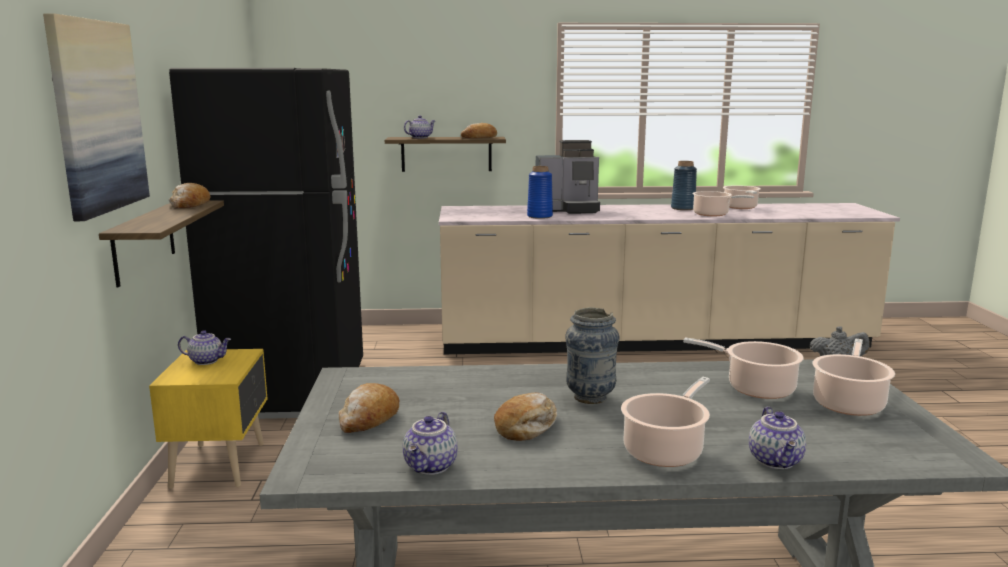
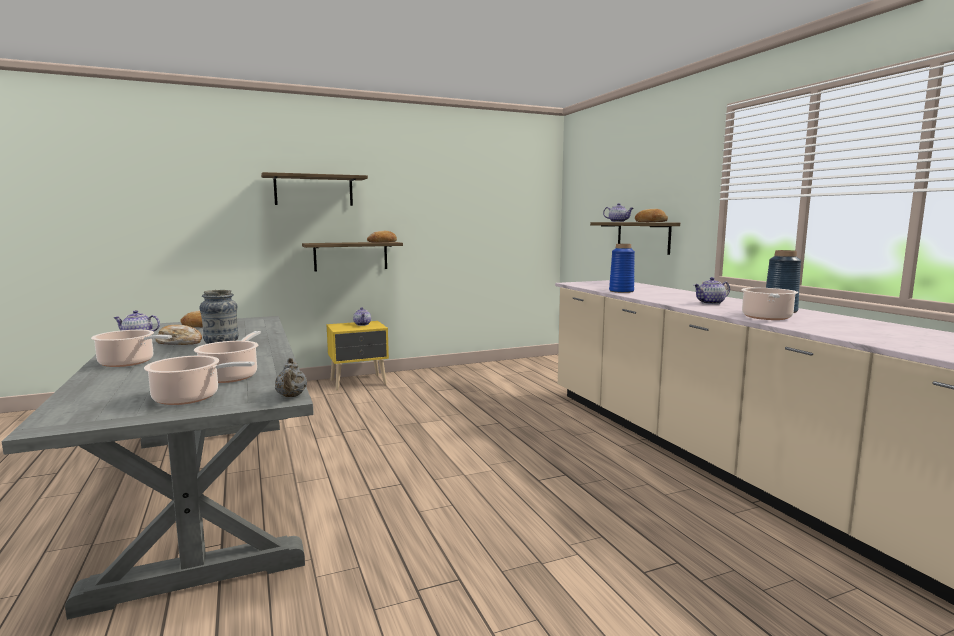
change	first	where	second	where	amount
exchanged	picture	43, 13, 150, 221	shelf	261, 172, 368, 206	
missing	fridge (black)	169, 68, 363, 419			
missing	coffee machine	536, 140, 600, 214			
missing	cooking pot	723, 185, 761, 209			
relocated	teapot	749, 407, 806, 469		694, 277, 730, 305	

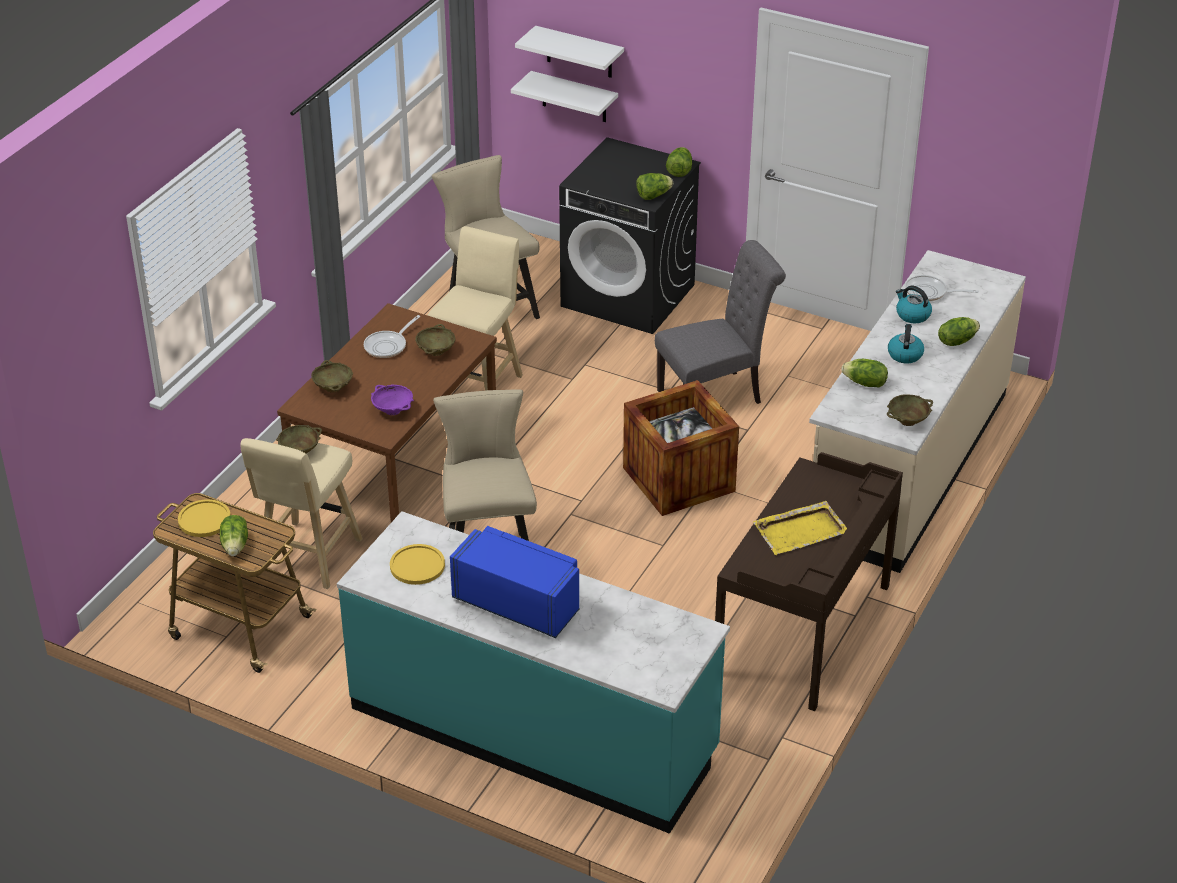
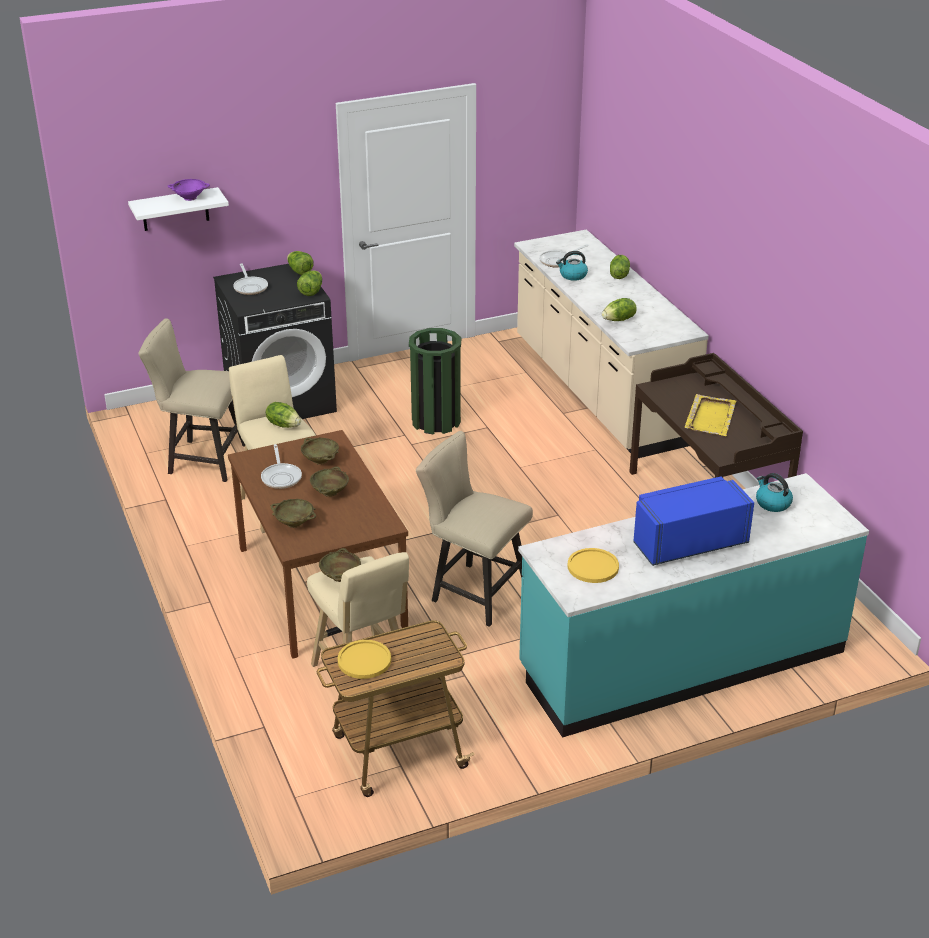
change	first	where	second	where	amount
relocated	lettuce	220, 515, 248, 556		266, 402, 301, 428	
relocated	bowl (purple)	371, 384, 414, 415		168, 179, 210, 201	
missing	shelf (white)	511, 71, 618, 122			
missing	crate	623, 380, 739, 516			
exchanged	chair (grey)	655, 240, 786, 404	trash can (green)	409, 328, 461, 434	
relocated	bowl (beige)	887, 394, 933, 426		310, 467, 349, 497	
relocated	kettle	888, 324, 924, 363		756, 473, 793, 512	
appeared			frying pan	233, 263, 268, 295	

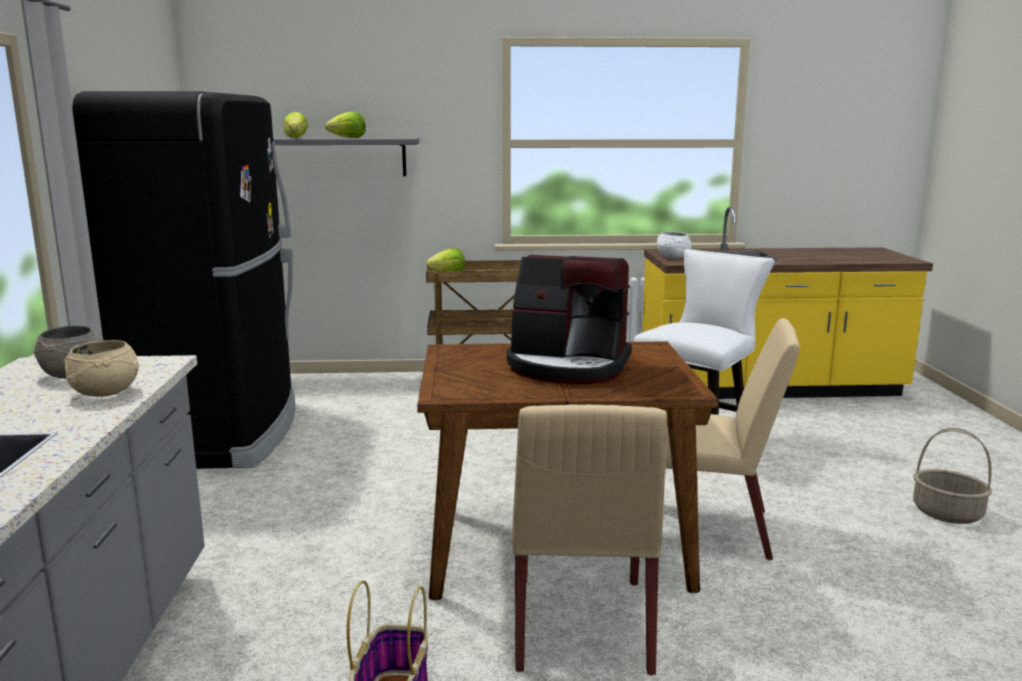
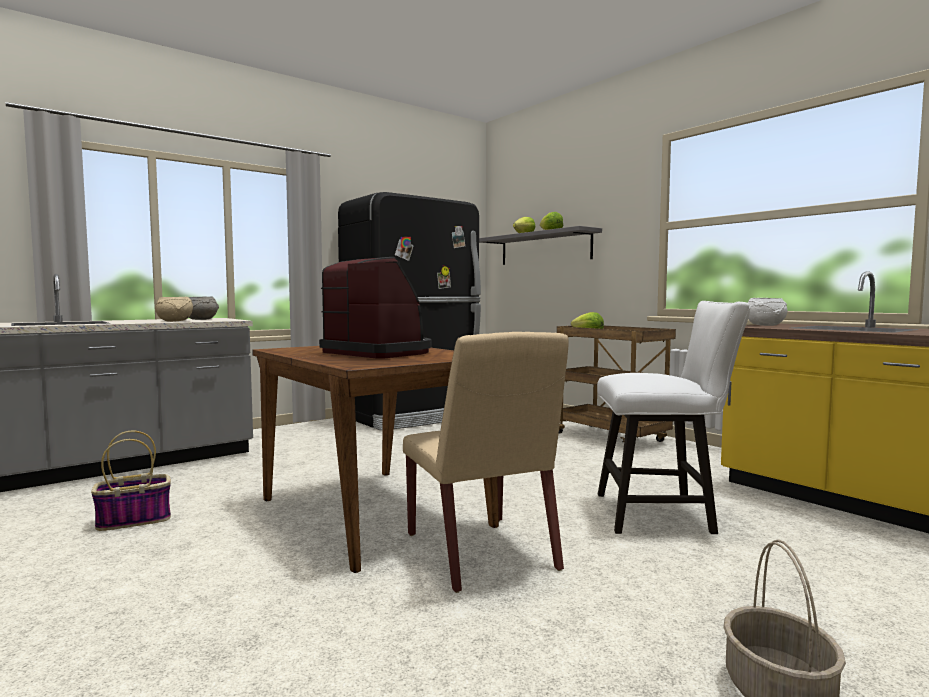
change	first	where	second	where	amount
spun	coffee machine	507, 255, 632, 384		319, 257, 431, 358	150 degrees clockwise
missing	chair (beige)	512, 405, 667, 676			

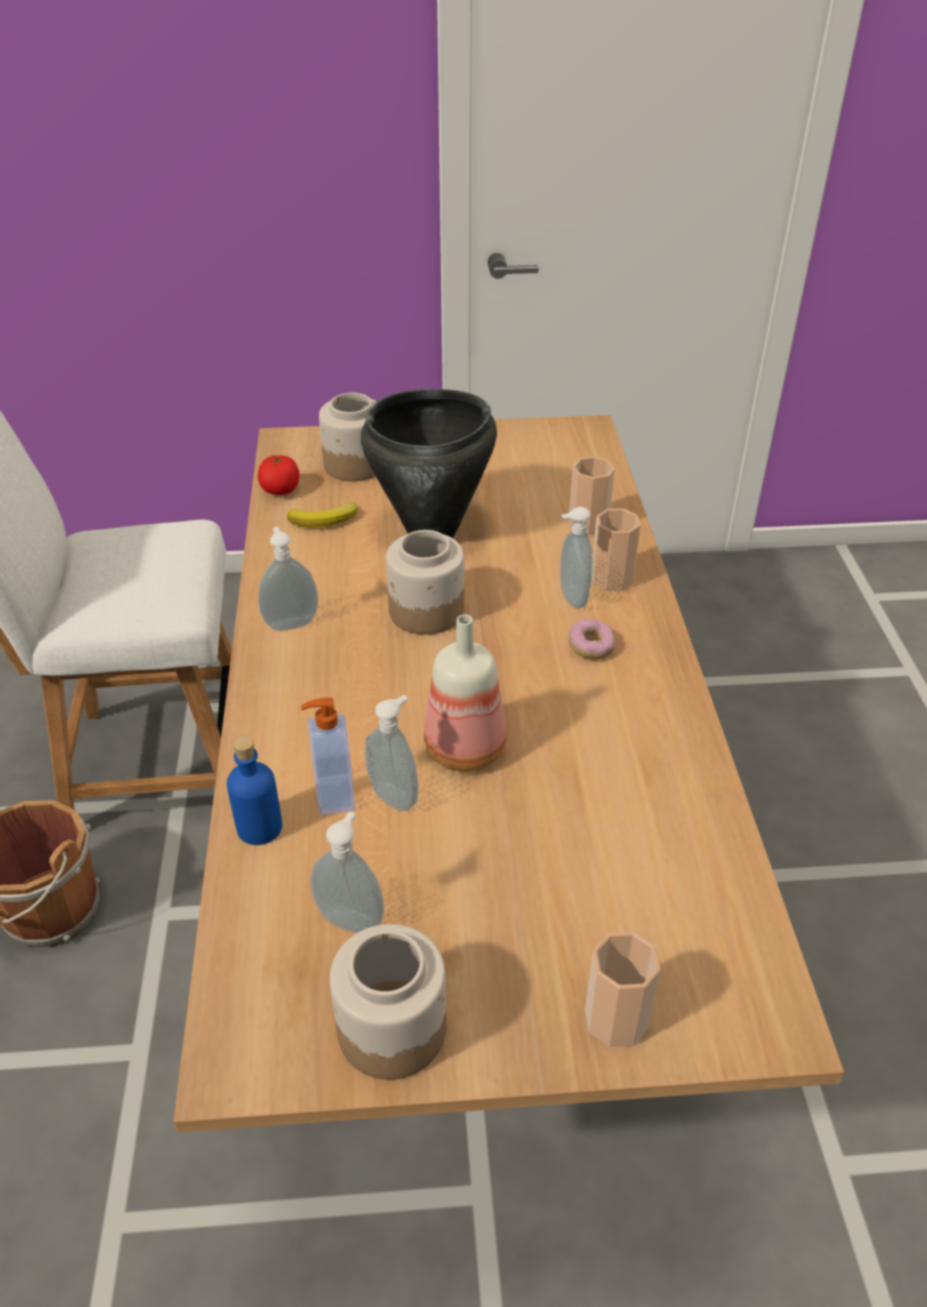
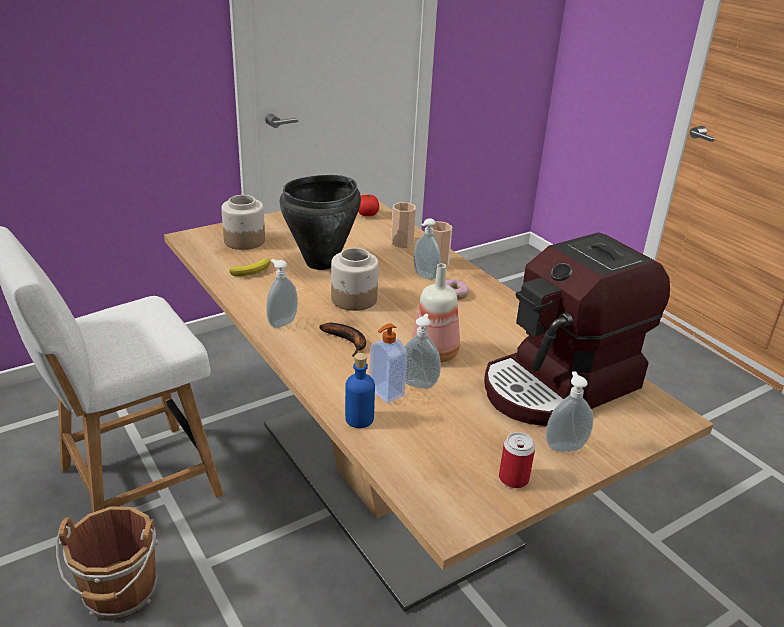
change	first	where	second	where	amount
relocated	tomato	258, 455, 300, 495		358, 194, 379, 216	
relocated	soap dispenser	310, 812, 385, 933		545, 371, 593, 452	
exchanged	jar	330, 924, 447, 1080	can	499, 432, 535, 488	
missing	cup	585, 932, 661, 1047			
appeared			banana	319, 323, 366, 357	
appeared			coffee machine	484, 232, 670, 426	

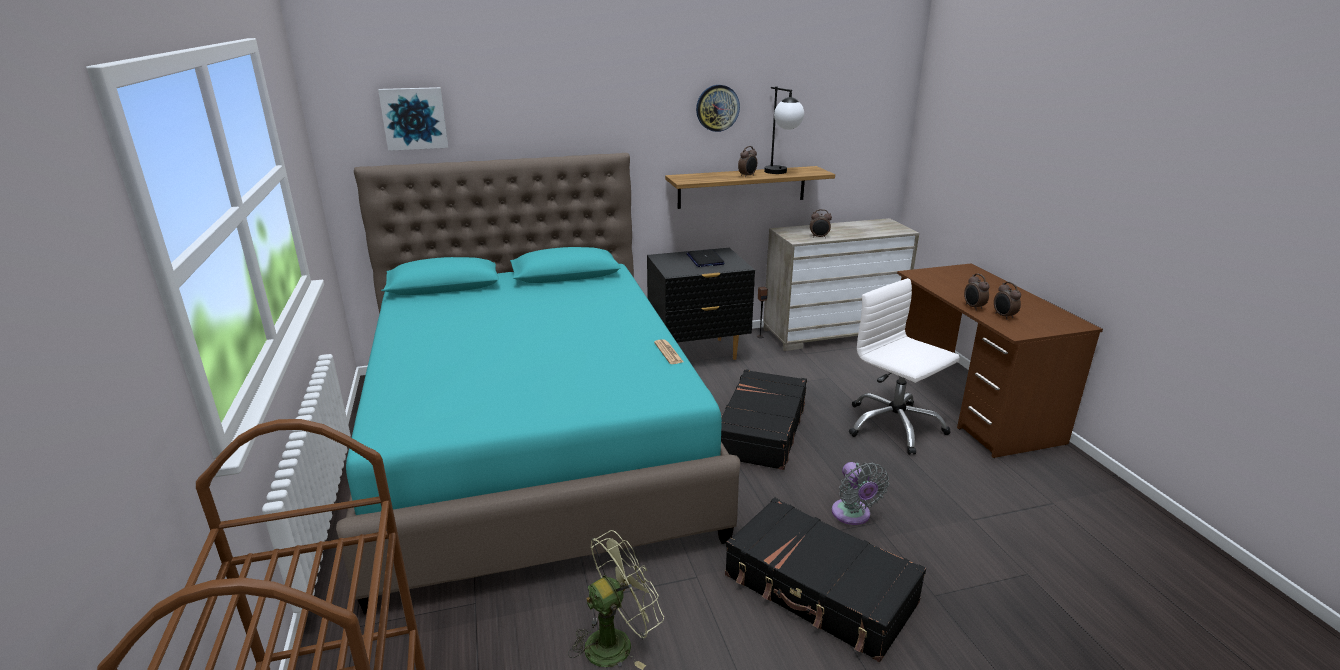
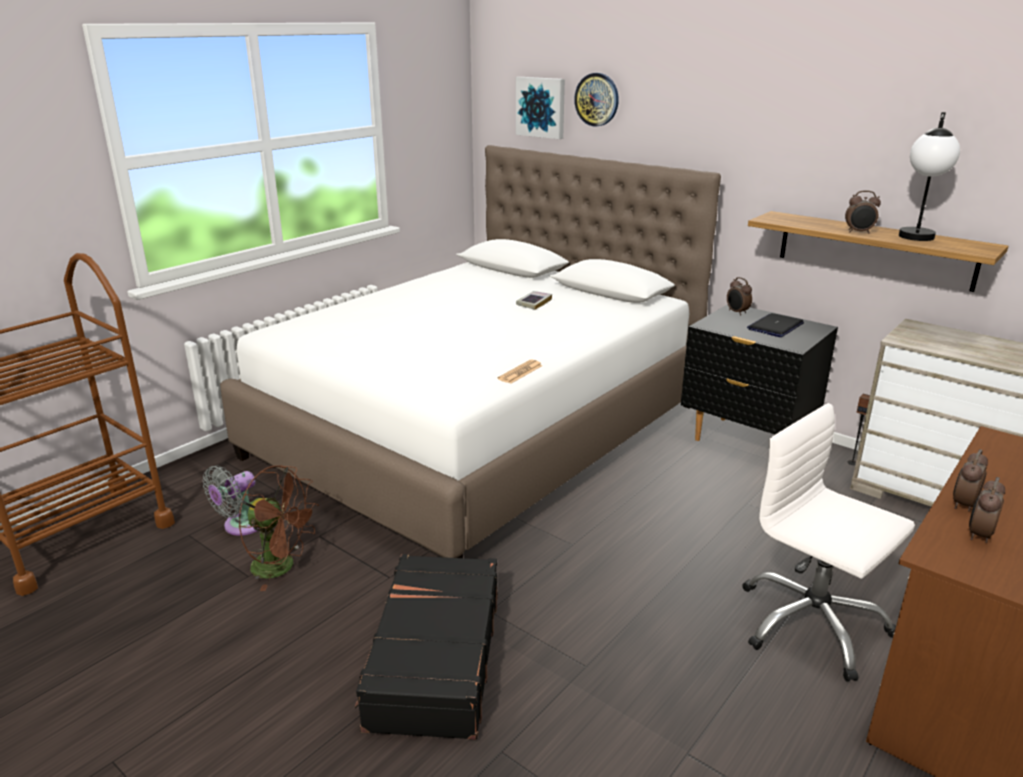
change	first	where	second	where	amount
colour	bed (turquoise)	336, 153, 740, 614	bed (white)	220, 145, 721, 558	
colour	fan (green)	568, 530, 664, 670	fan (brown)	238, 465, 319, 591	
relocated	wall clock	696, 85, 740, 132		574, 73, 619, 127	
missing	suitcase (black)	721, 369, 807, 470			
relocated	alarm clock	810, 209, 832, 238		727, 277, 752, 315	
relocated	fan (grey)	832, 462, 889, 525		203, 466, 259, 536	
spun	office chair (white)	849, 278, 960, 455		742, 403, 915, 682	60 degrees counterclockwise
appeared			book	516, 291, 552, 310	

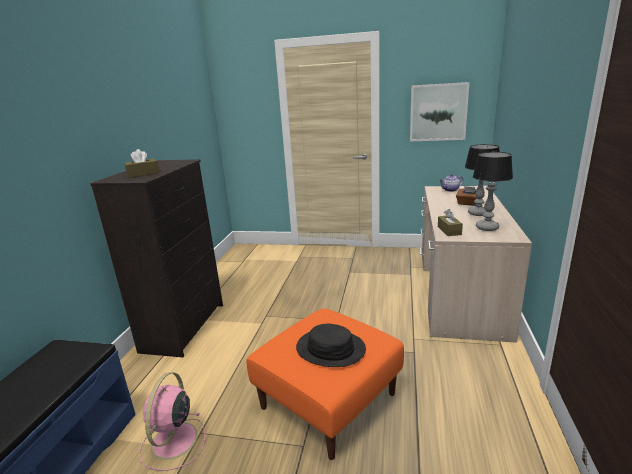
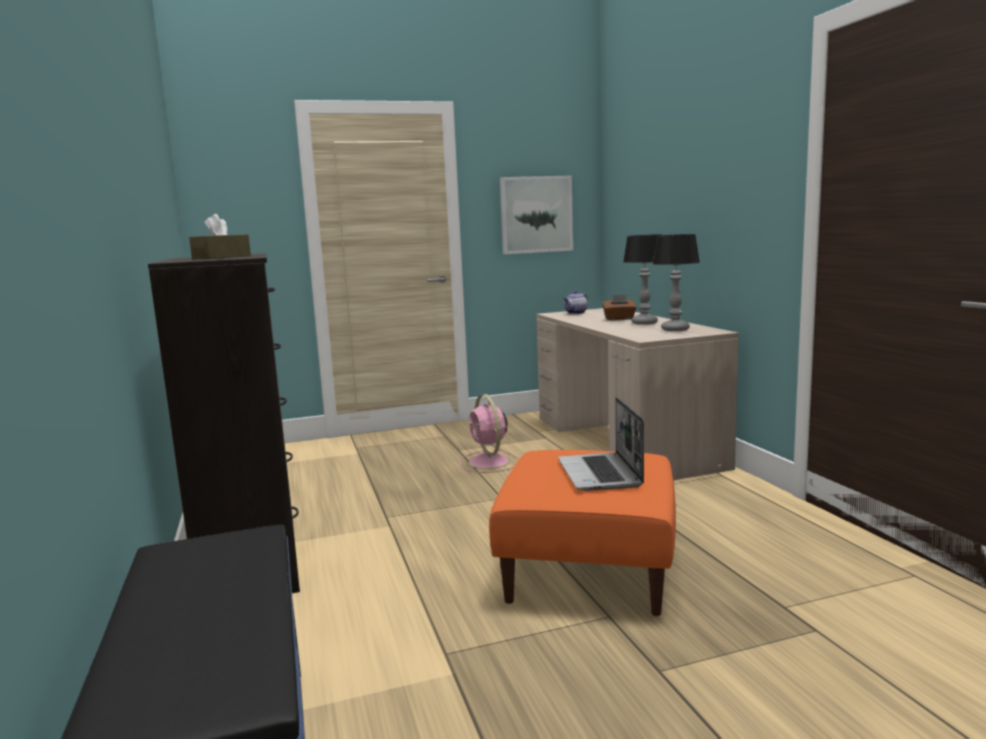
change	first	where	second	where	amount
relocated	fan (pink)	139, 372, 205, 471		460, 394, 519, 473	
exchanged	hat (black)	296, 324, 366, 367	laptop	558, 397, 644, 491	
missing	tissue box (brown)	438, 209, 463, 236			

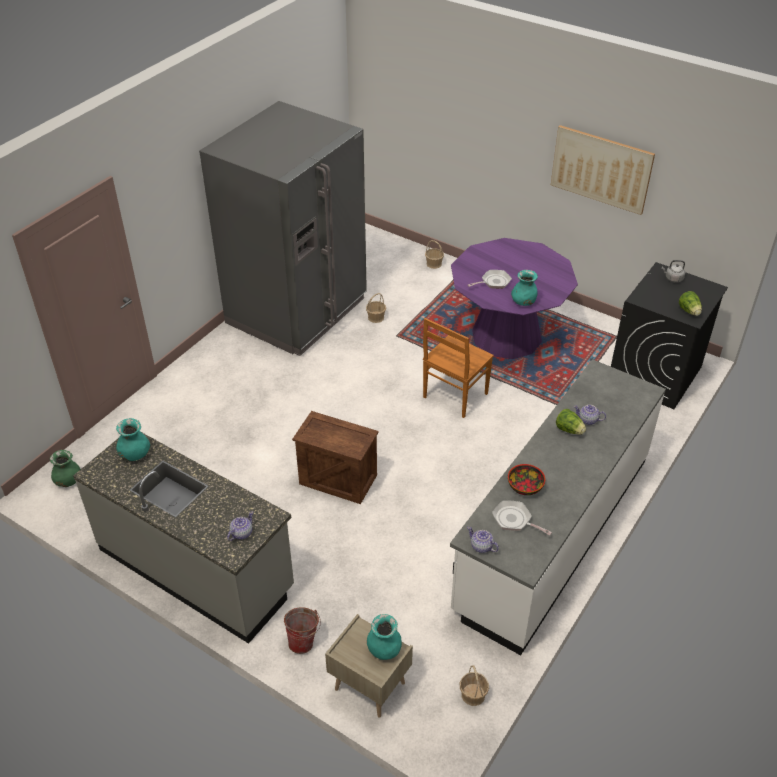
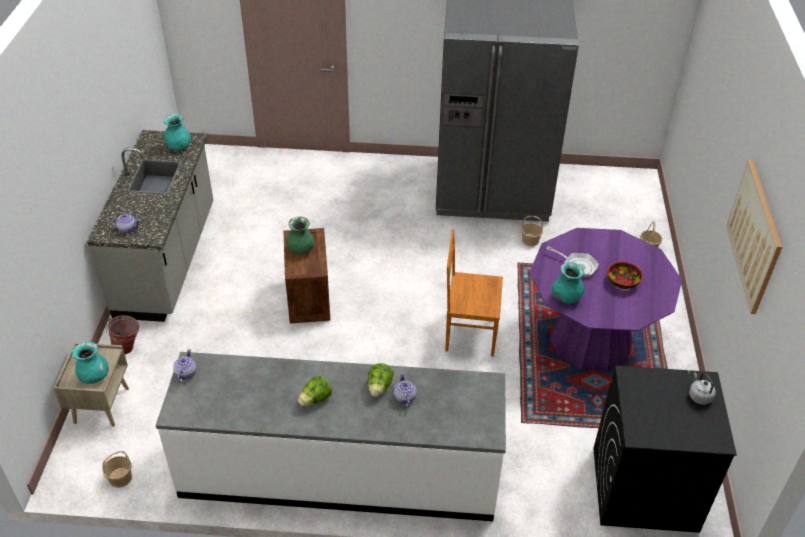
change	first	where	second	where	amount
relocated	vase (green)	50, 450, 80, 487		286, 216, 314, 255	
missing	frying pan	492, 500, 552, 535			
relocated	bowl	508, 464, 545, 495		608, 261, 643, 289	
relocated	lettuce	679, 291, 702, 316		298, 376, 332, 406	

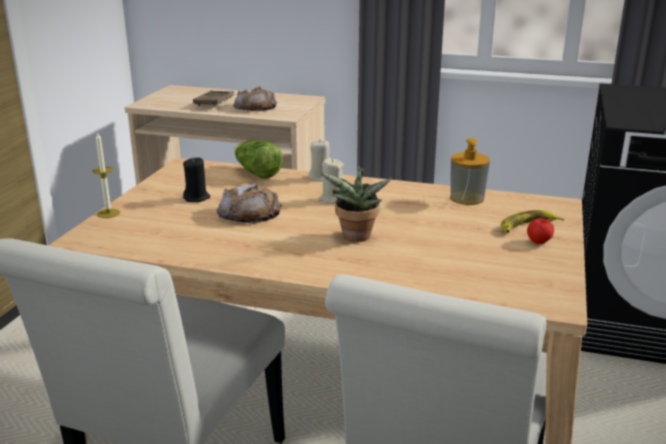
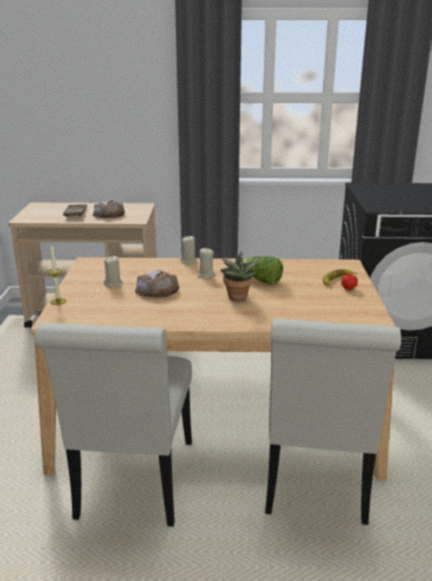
change	first	where	second	where	amount
colour	candle (black)	183, 157, 210, 202	candle (beige)	104, 256, 123, 288	
relocated	lettuce	234, 140, 283, 179		243, 256, 283, 285	
missing	soap dispenser	450, 138, 490, 205			

